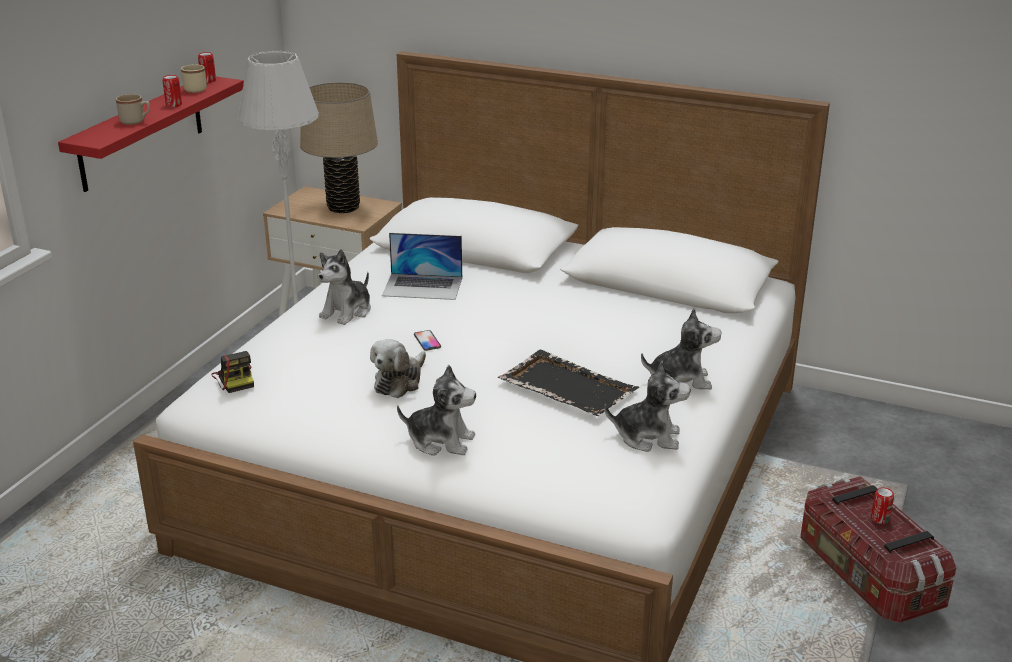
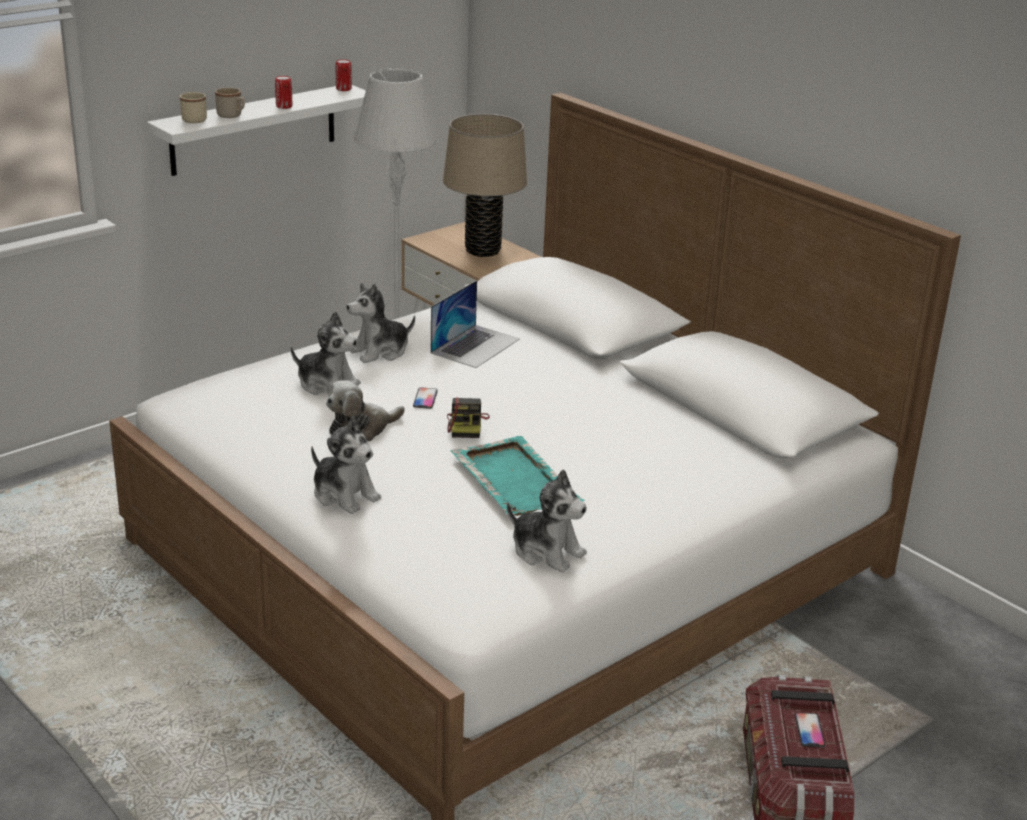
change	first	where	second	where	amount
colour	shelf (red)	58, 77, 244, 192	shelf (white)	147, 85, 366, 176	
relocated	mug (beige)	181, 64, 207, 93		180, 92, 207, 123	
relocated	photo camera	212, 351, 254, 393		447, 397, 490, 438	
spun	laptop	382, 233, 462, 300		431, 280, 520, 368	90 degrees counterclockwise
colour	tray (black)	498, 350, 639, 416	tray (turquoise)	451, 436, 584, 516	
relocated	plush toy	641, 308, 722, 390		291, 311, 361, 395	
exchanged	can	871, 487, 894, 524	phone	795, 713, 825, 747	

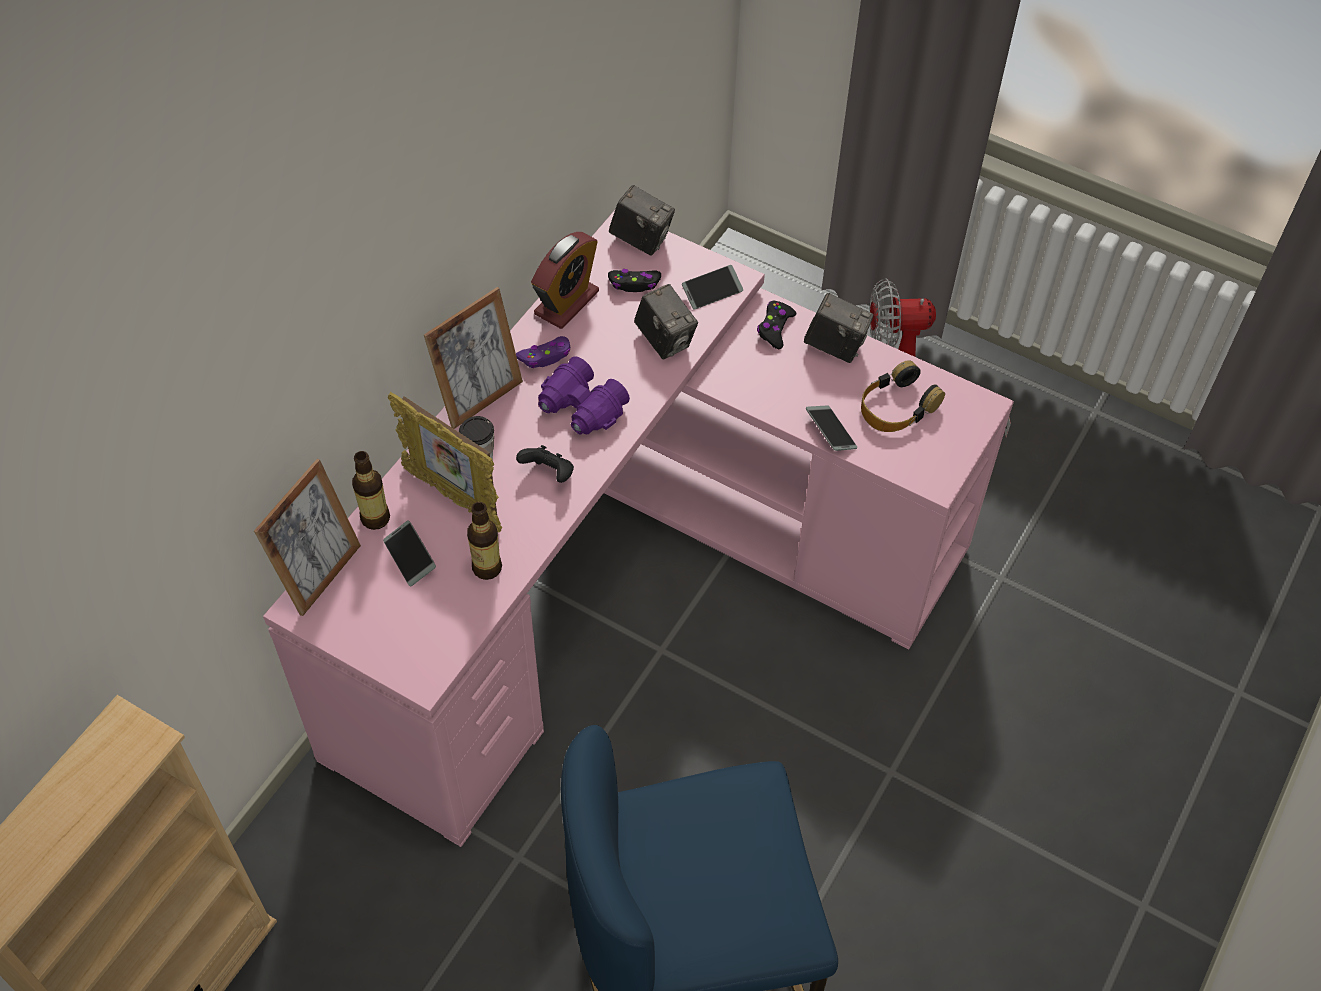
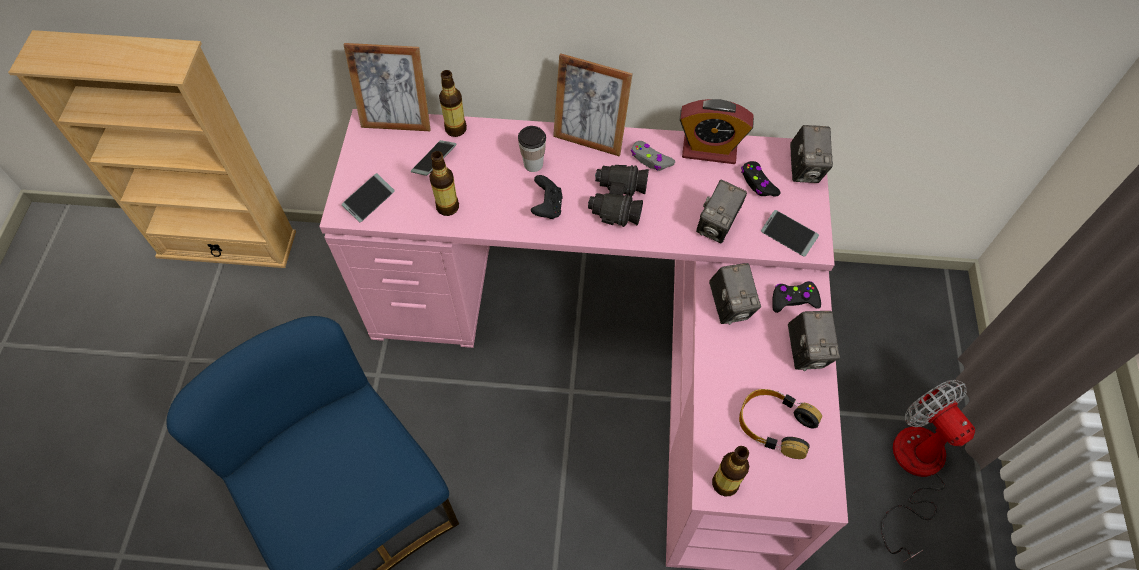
change	first	where	second	where	amount
missing	picture frame	388, 392, 502, 533			
colour	game controller (purple)	516, 336, 570, 368	game controller (grey)	631, 141, 675, 171	
colour	binoculars (purple)	538, 356, 630, 434	binoculars (black)	588, 165, 649, 227	
relocated	phone	806, 405, 857, 451		342, 173, 395, 222	
appeared			photo camera	709, 263, 761, 325	
appeared			bottle	712, 446, 749, 496	

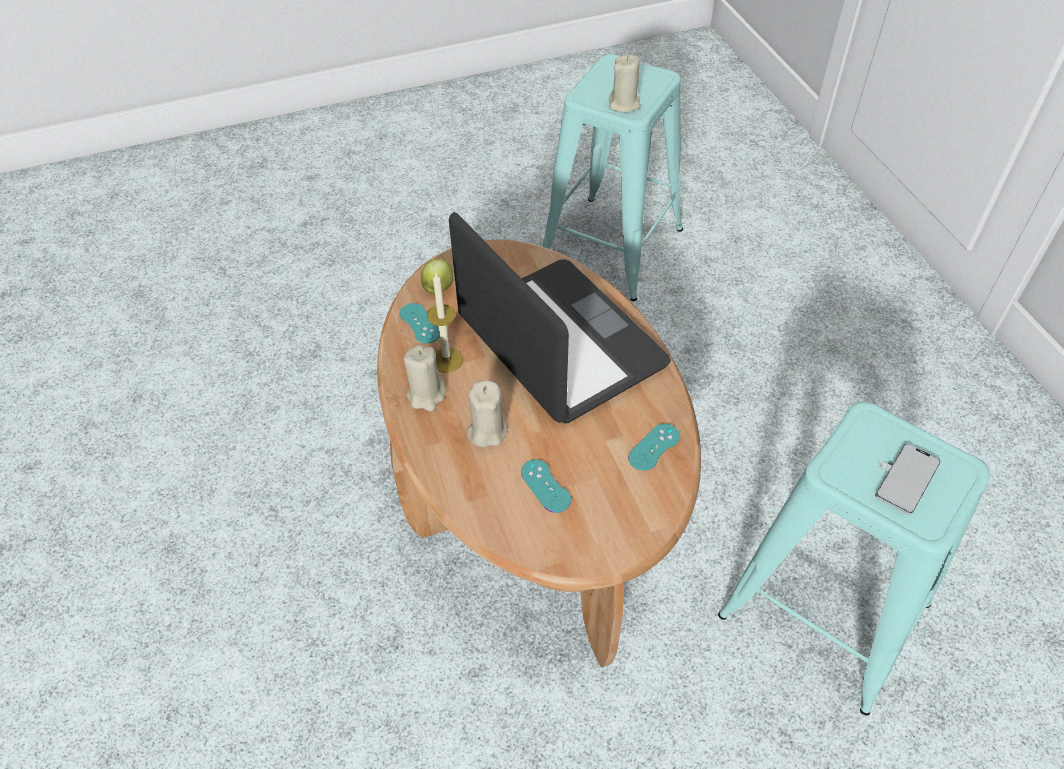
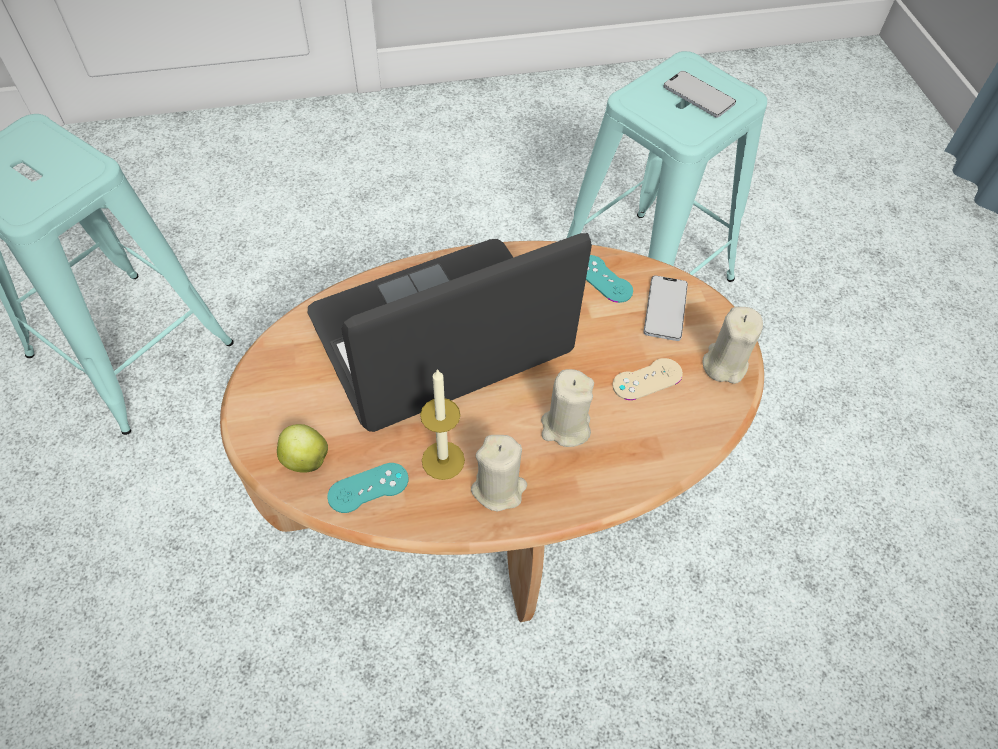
change	first	where	second	where	amount
colour	game controller (turquoise)	521, 459, 571, 513	game controller (beige)	613, 358, 683, 400	
relocated	candle (beige)	609, 54, 641, 113		703, 307, 763, 384	
appeared			phone	644, 275, 688, 341	

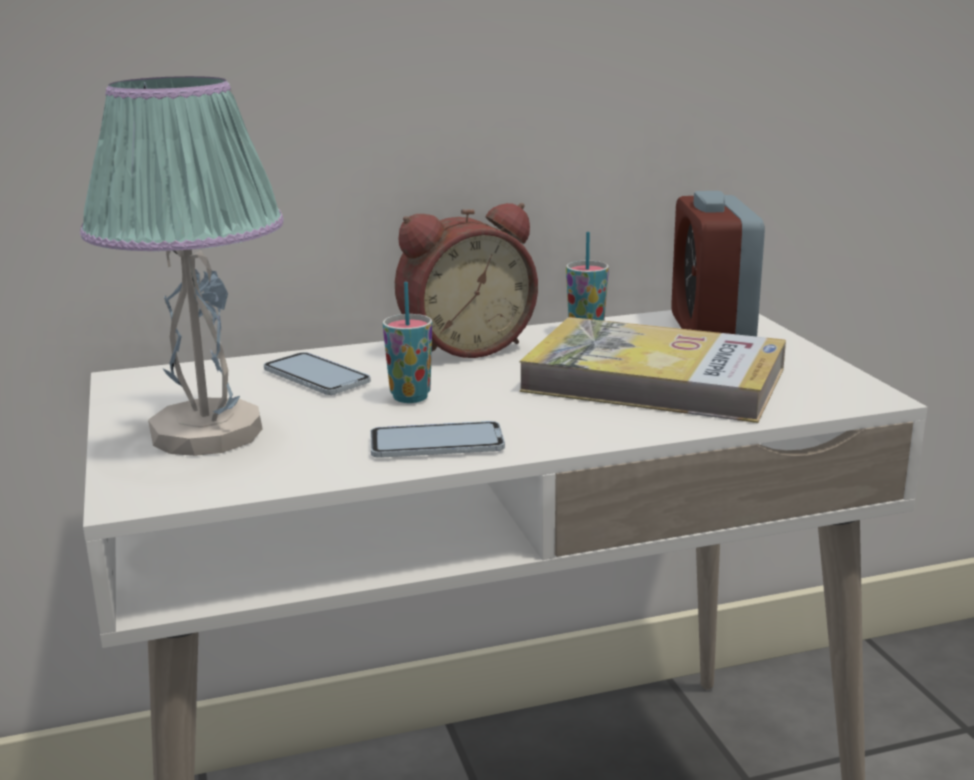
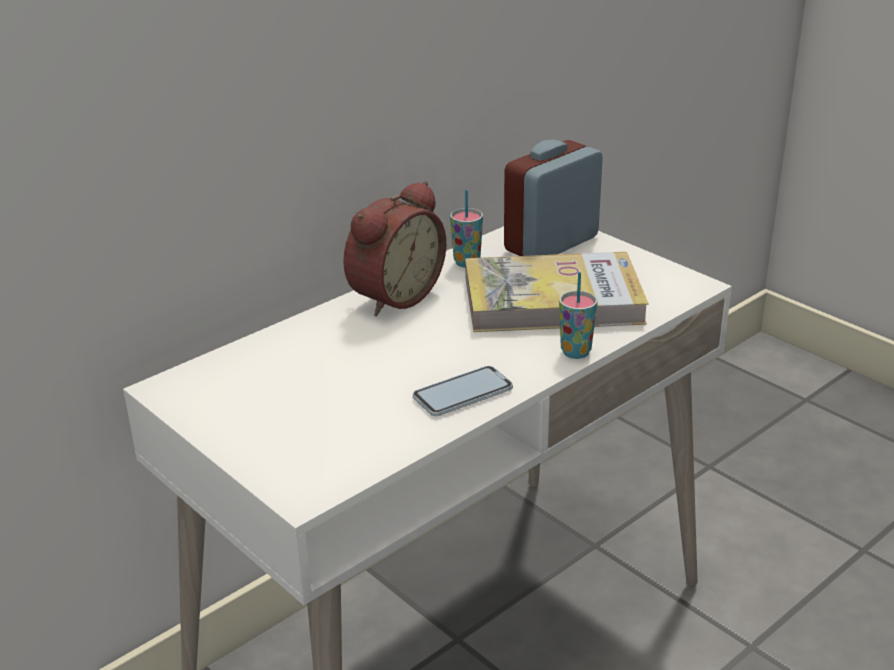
change	first	where	second	where	amount
missing	table lamp	80, 76, 284, 456			
missing	phone	264, 352, 371, 395			
relocated	cup	383, 282, 432, 403		559, 272, 597, 359	
spun	alarm clock	671, 191, 765, 337		504, 140, 603, 256	75 degrees clockwise

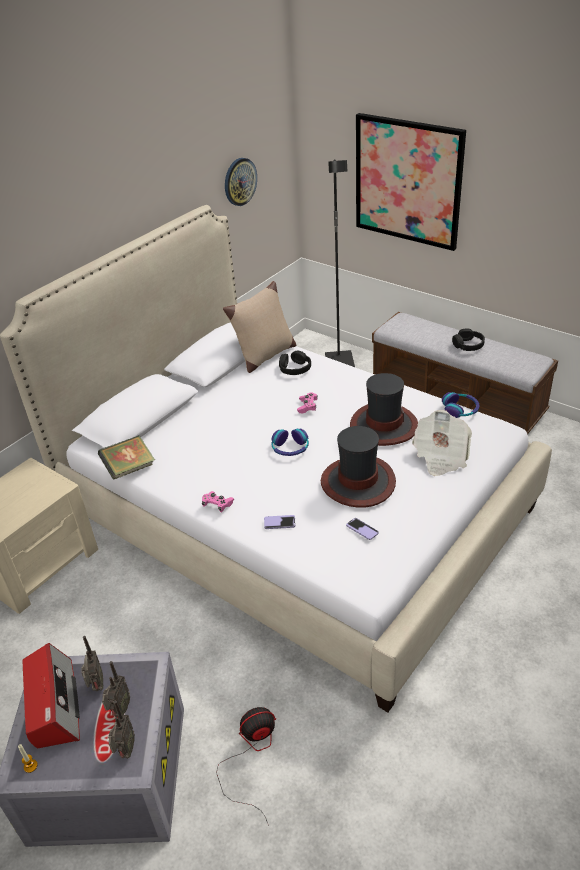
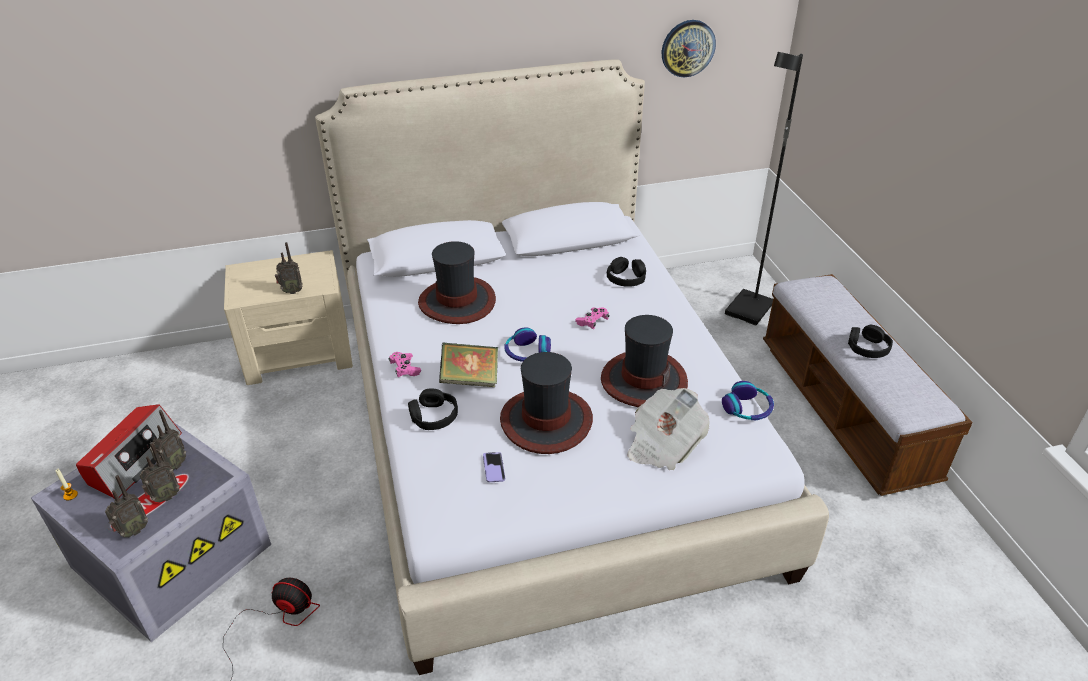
change	first	where	second	where	amount
relocated	book	98, 435, 155, 480		439, 343, 498, 387	
missing	pillow (beige)	223, 281, 296, 373			
exchanged	phone	264, 515, 295, 529	headphones (black)	408, 389, 458, 430	
missing	picture	356, 113, 466, 251			
appeared			radio	275, 242, 303, 294	
appeared			hat	418, 241, 496, 324	

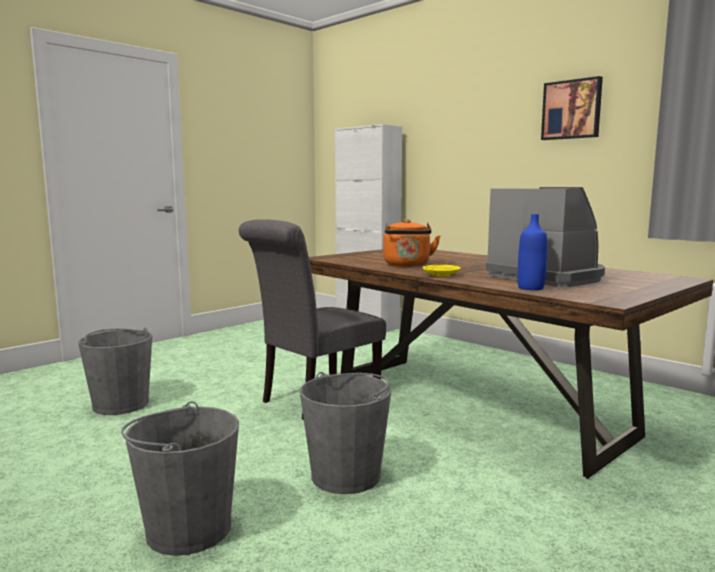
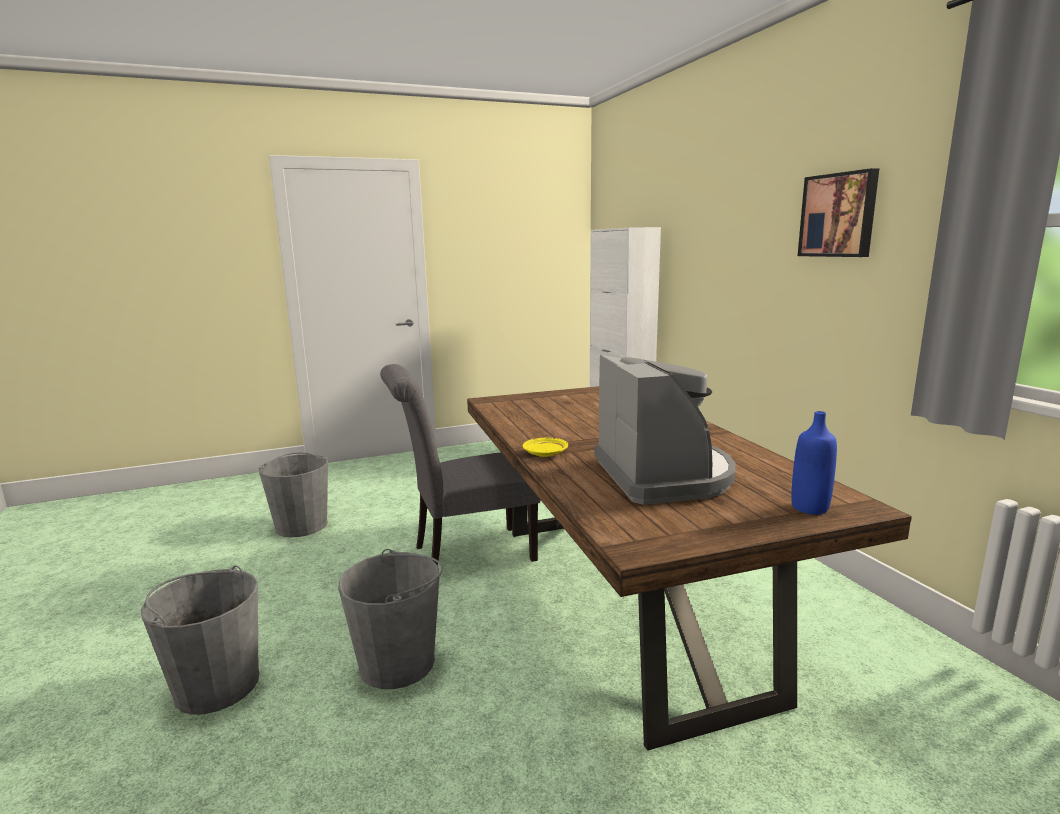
change	first	where	second	where	amount
missing	kettle (orange)	383, 219, 441, 266			
relocated	bottle (blue)	518, 214, 547, 290		791, 411, 837, 515	

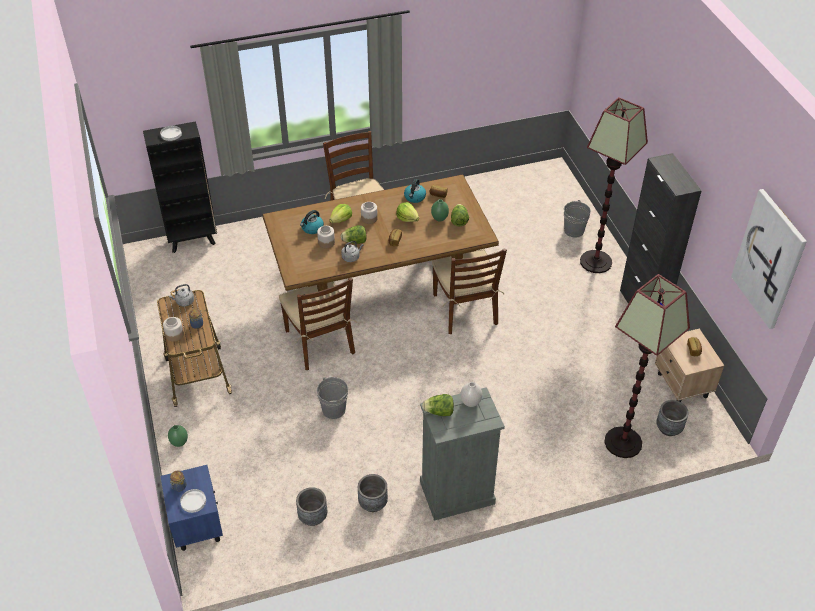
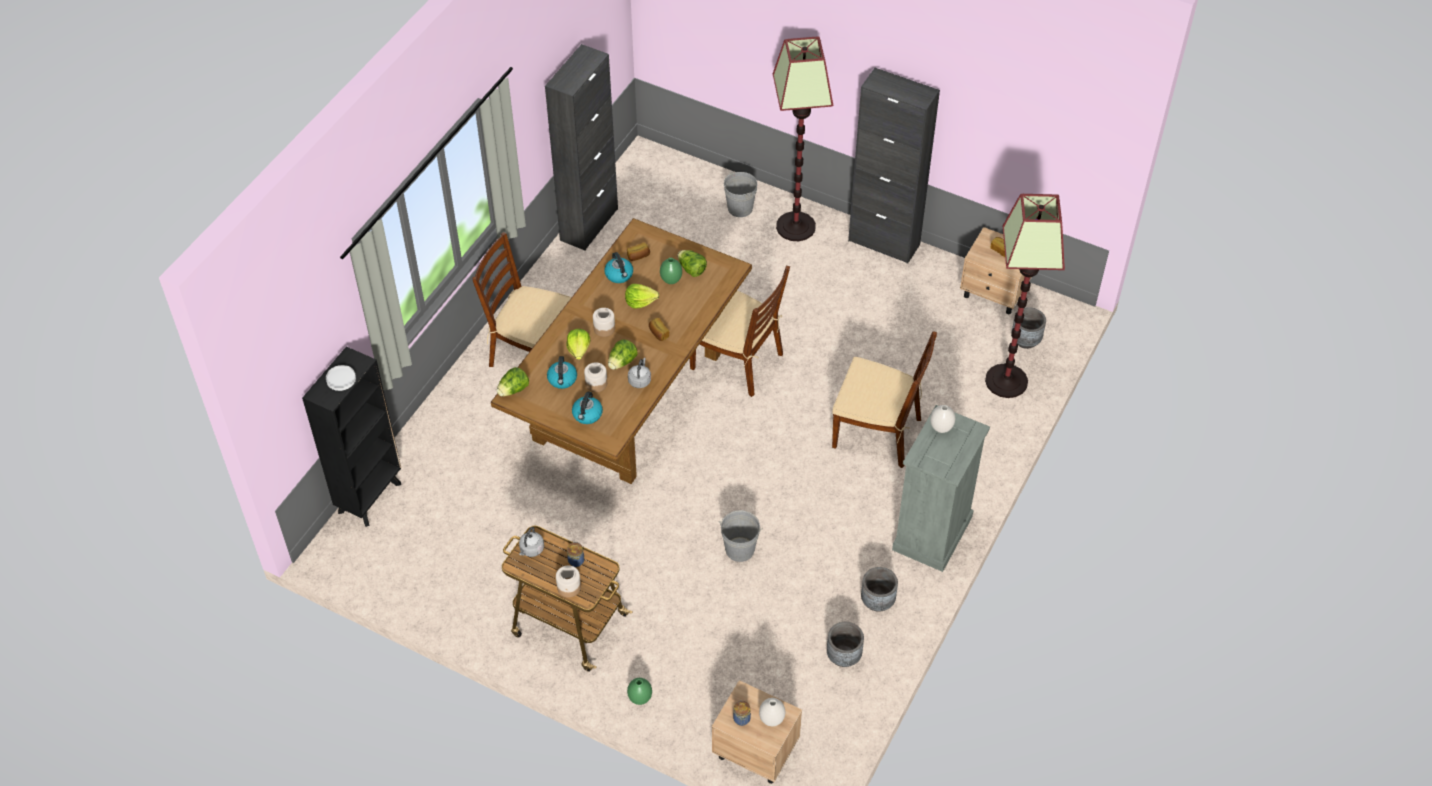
change	first	where	second	where	amount
colour	nightstand (blue)	160, 465, 223, 551	nightstand (beige)	712, 680, 802, 784	
exchanged	plate (white)	180, 489, 206, 513	vase (white)	759, 698, 785, 726	
relocated	chair (brown)	279, 277, 357, 370		832, 331, 937, 468	
relocated	lettuce	422, 394, 454, 416		497, 367, 529, 397	
missing	picture	731, 189, 807, 329			
appeared			cabinet (black)	545, 44, 618, 251	
appeared			kettle	572, 391, 603, 424	

